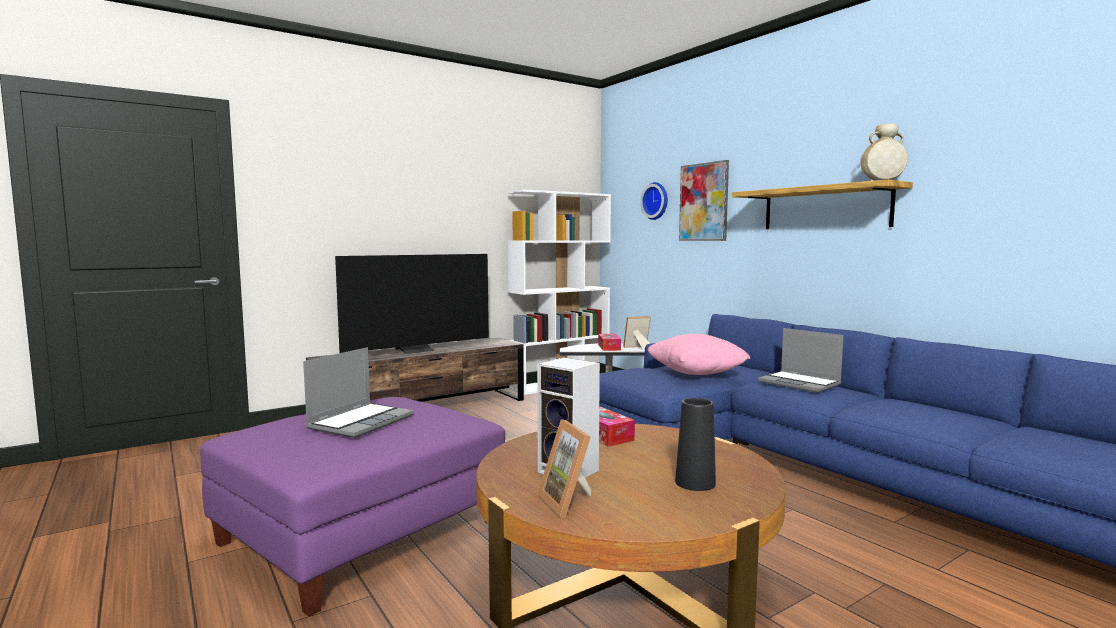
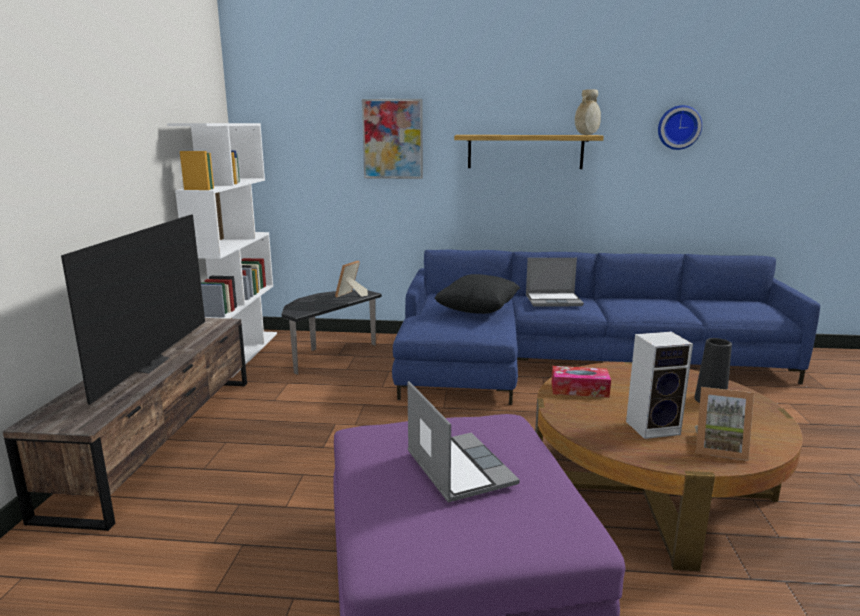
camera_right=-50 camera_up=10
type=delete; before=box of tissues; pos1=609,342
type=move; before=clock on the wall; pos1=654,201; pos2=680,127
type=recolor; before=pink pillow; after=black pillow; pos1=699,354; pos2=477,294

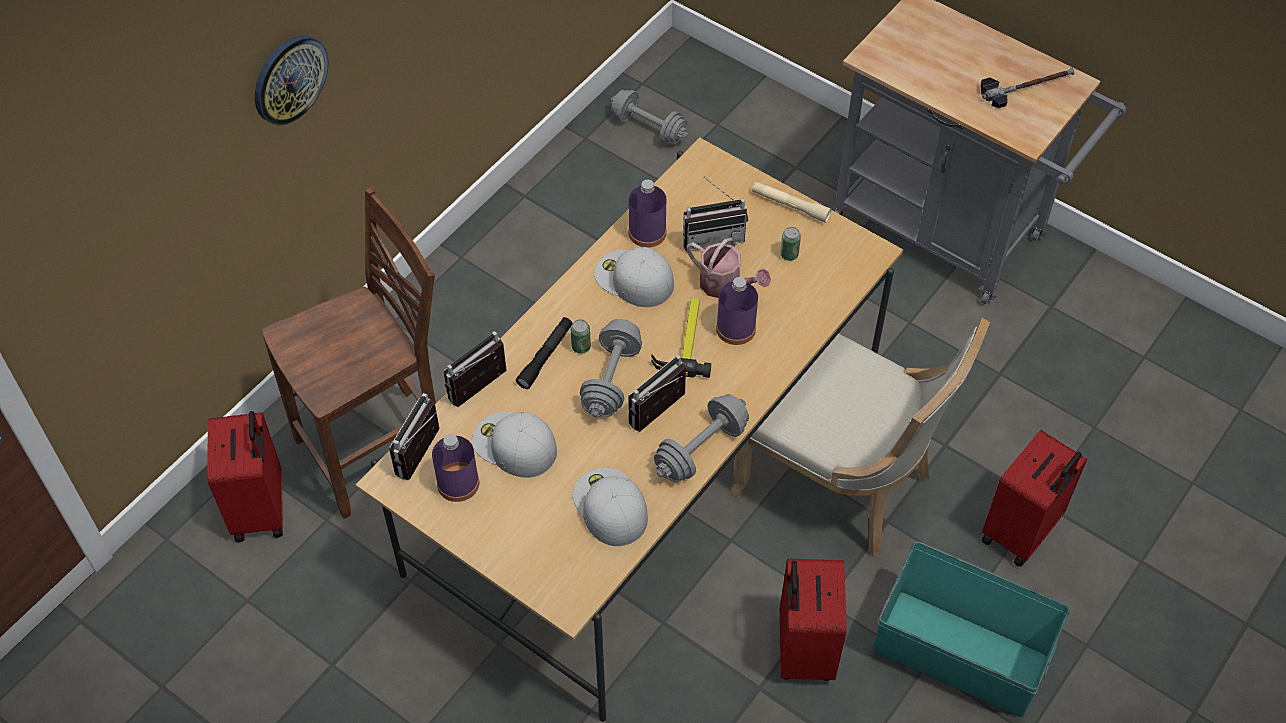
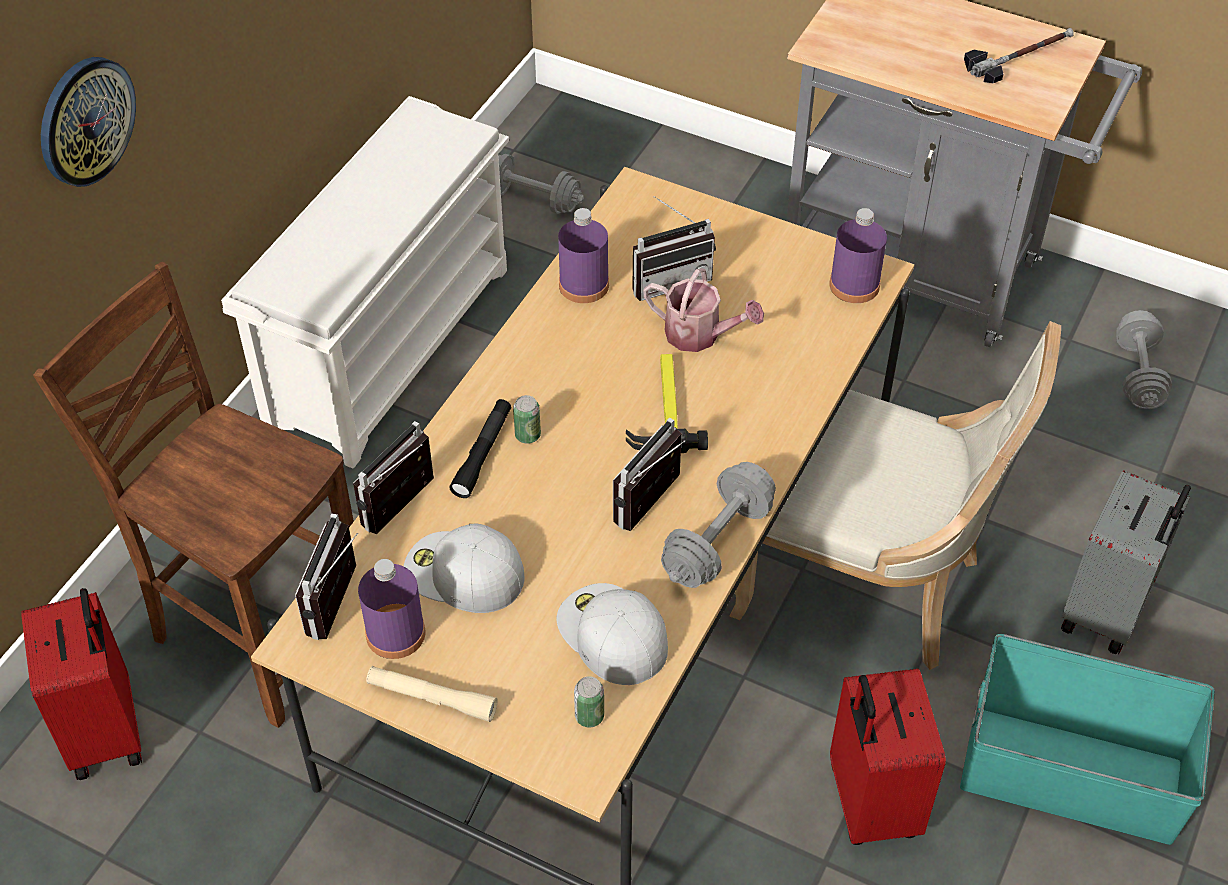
camera_right=-10 camera_up=-5
type=rotate; before=brown-coloured upright chair; pos1=349,353; pos2=193,495; turn=-105
type=move; before=greyish dumbbell; pos1=611,368; pos2=1144,359
type=delete; before=whitish baseball cap; pos1=634,277
type=move; before=purplish bottle; pos1=737,311; pos2=858,255
type=move; before=beige hand torch; pos1=792,202; pos2=432,694
type=move; before=can; pos1=790,244; pos2=589,701
type=recolor; before=reddish suitcase; after=greyish suitcase; pos1=1034,498; pos2=1126,562
type=insert; after=whitish shoe shelf; pos2=365,282

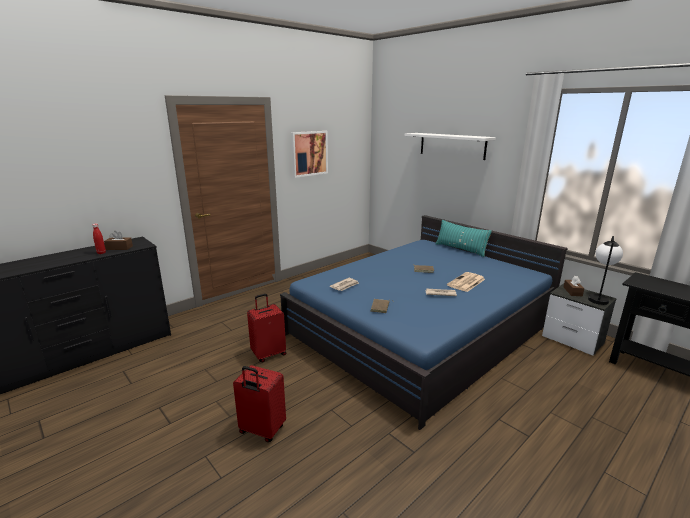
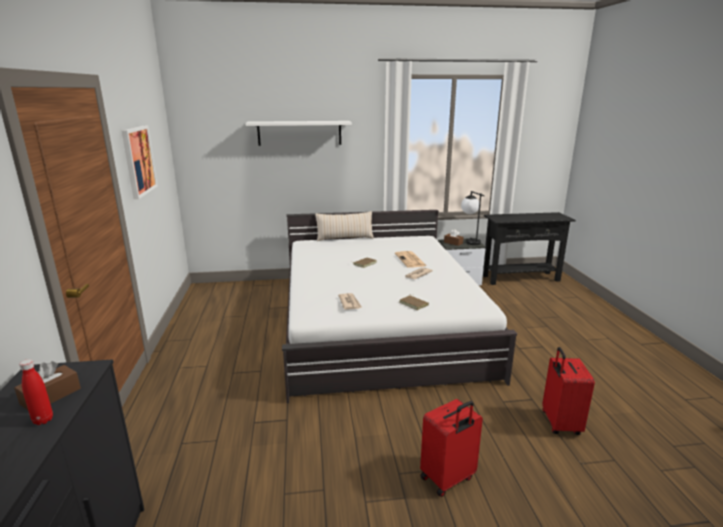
camera_right=-55 camera_up=0
type=move; before=reddish suitcase; pos1=266,328; pos2=568,391
type=recolor; before=blue-coloured bed; after=whitish bed; pos1=424,322; pos2=399,306
type=recolor; before=blue-green pillow; after=beige pillow; pos1=464,238; pos2=344,226

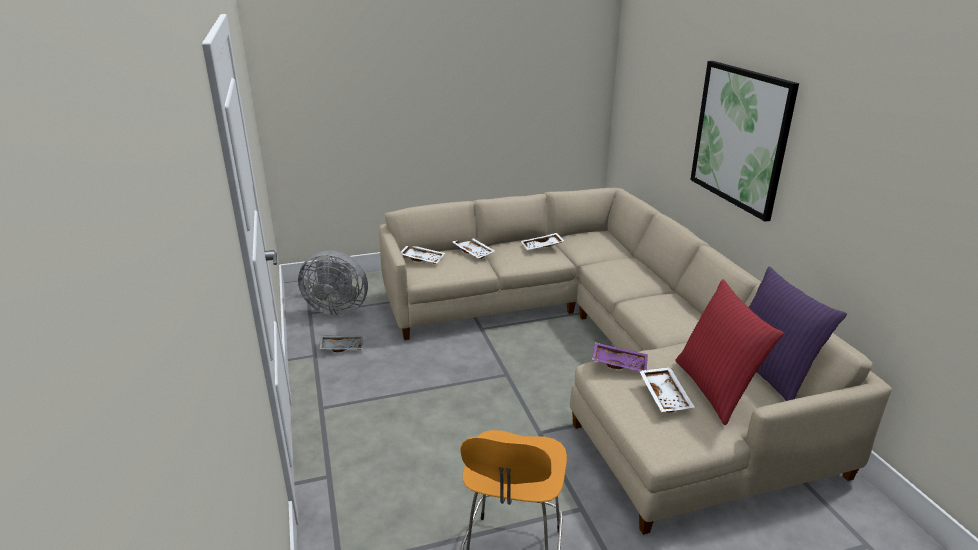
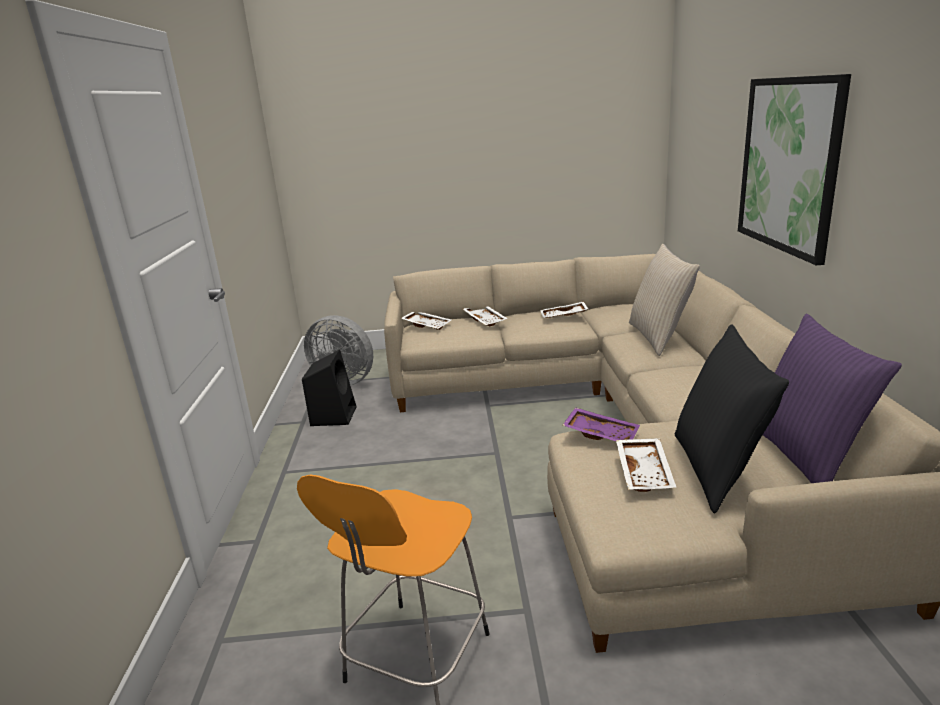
camera_right=15 camera_up=-5
type=replace; before=greyish serving tray; after=black loudspeaker; pos1=341,343; pos2=329,387
type=recolor; before=reddish pillow; after=black pillow; pos1=730,352; pos2=732,418
type=insert; after=beige pillow; pos2=664,300

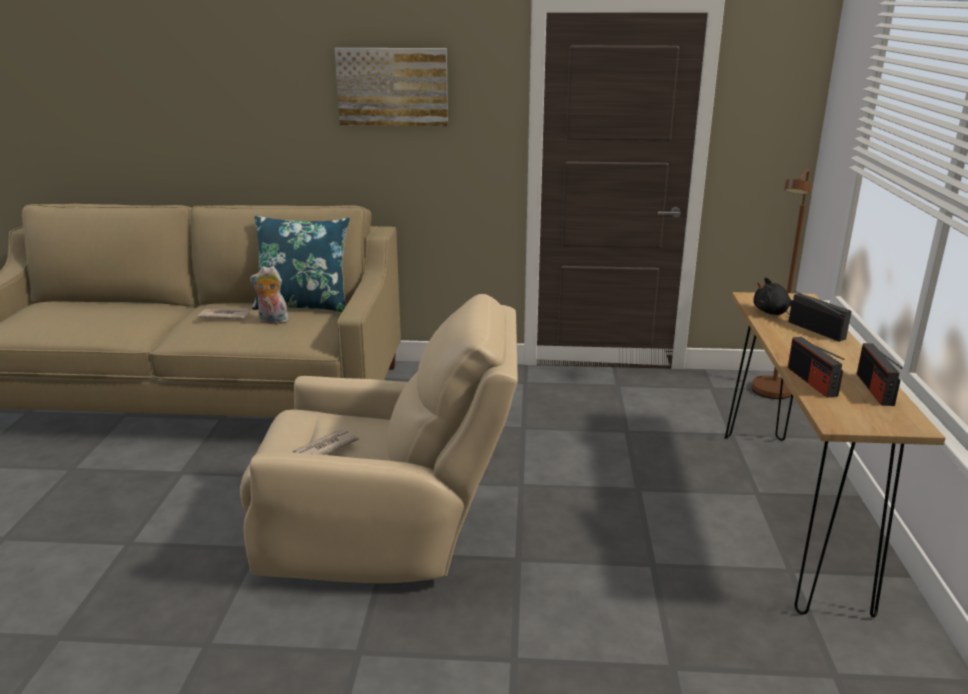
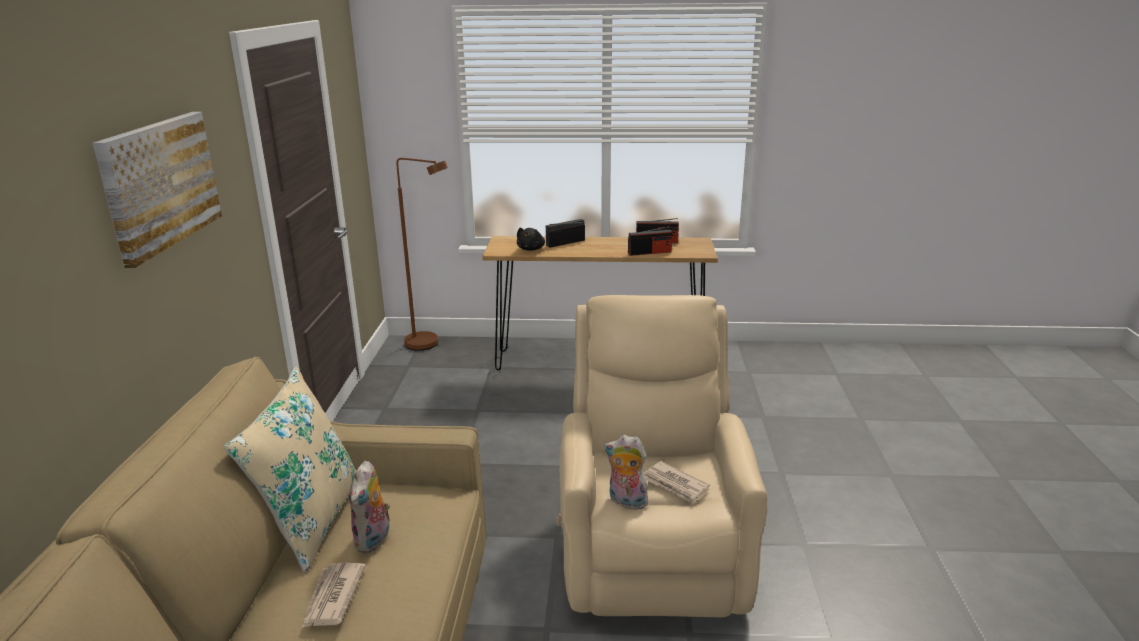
camera_right=-90 camera_up=0
type=recolor; before=blue-coloured pillow; after=beige pillow; pos1=301,264; pos2=290,470
type=insert; after=plush toy; pos2=626,472

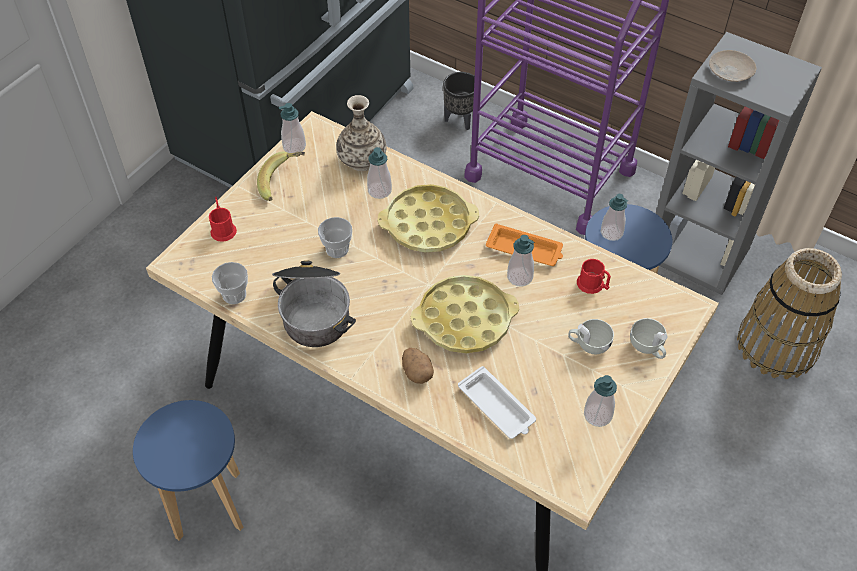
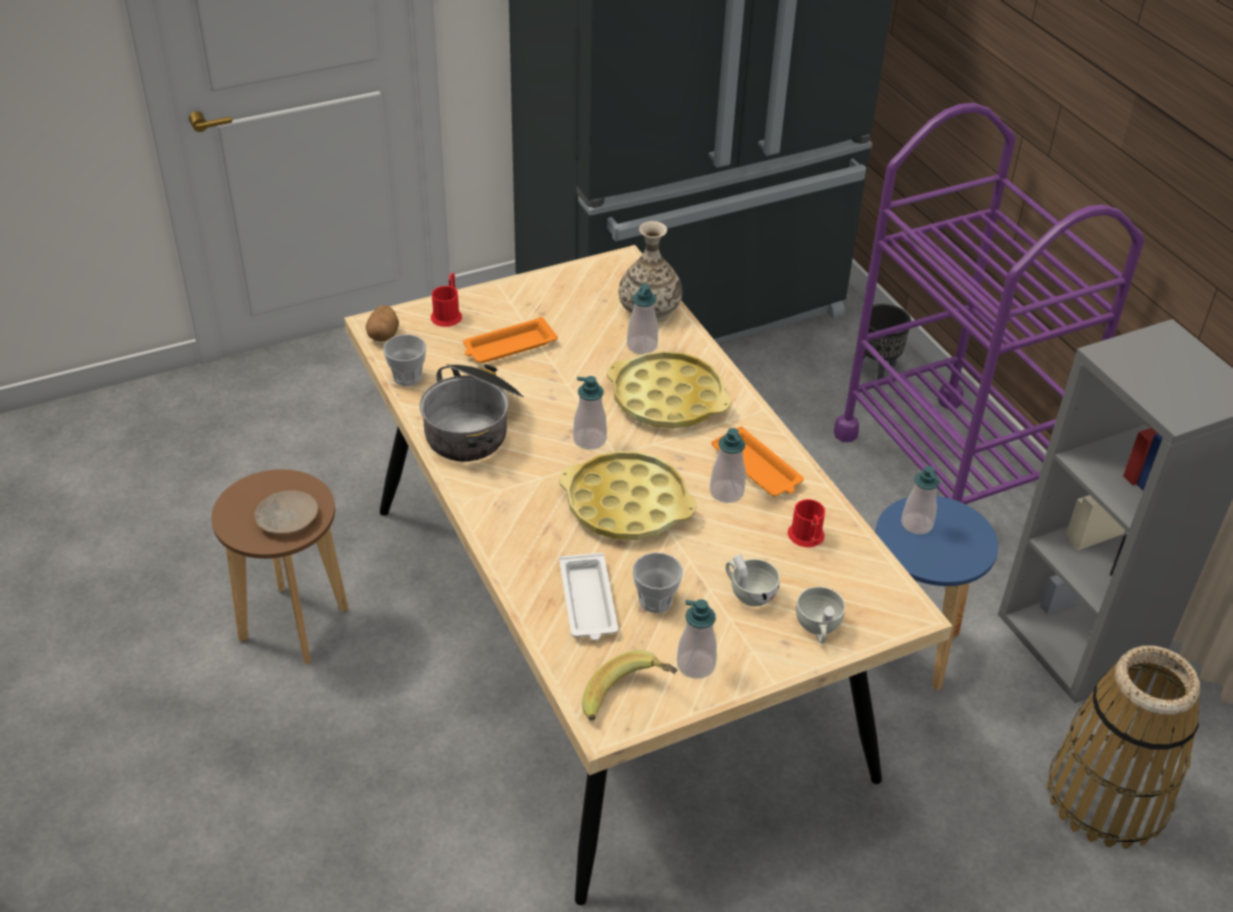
camera_right=30 camera_up=-10
type=recolor; before=blue-coloured sitting stool; after=brown-coloured sitting stool; pos1=188,470; pos2=280,566
type=move; before=whole banana; pos1=281,176; pos2=629,685
type=move; before=soap bottle; pos1=292,128; pos2=590,413
type=move; before=drinking cup; pos1=335,237; pos2=657,582
type=move; before=whole potato; pos1=418,366; pos2=382,323
type=move; before=beige plate; pos1=732,66; pos2=286,512
type=insert; after=orangey serving tray; pos2=510,340

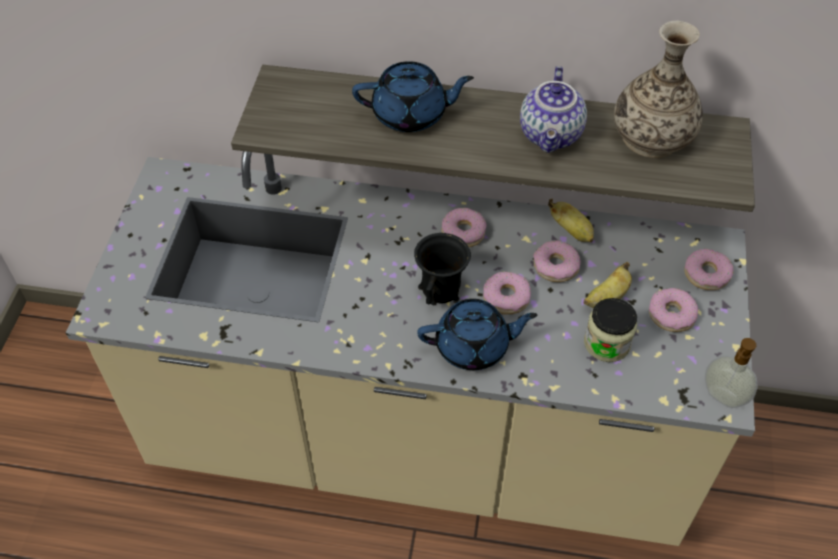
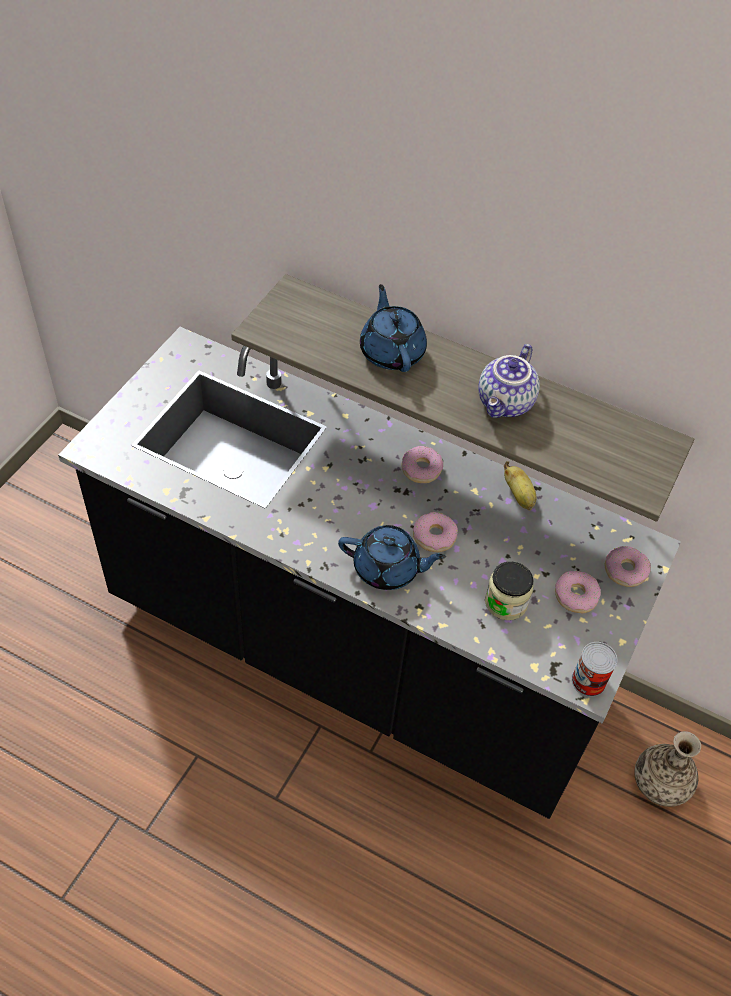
camera_right=15 camera_up=0
type=recolor; before=beige kitchen counter; after=black kitchen counter; pos1=410,348; pos2=369,573
type=rotate; before=blue-coloured pot for tea; pos1=413,96; pos2=393,328; turn=-120
type=delete; before=black tea mug; pos1=442,269
type=delete; before=doughnut; pos1=557,261
type=delete; before=whole banana; pos1=608,285
type=move; before=flower vase; pos1=658,89; pos2=667,769
type=replace; before=soap bottle; after=can; pos1=731,373; pos2=594,669

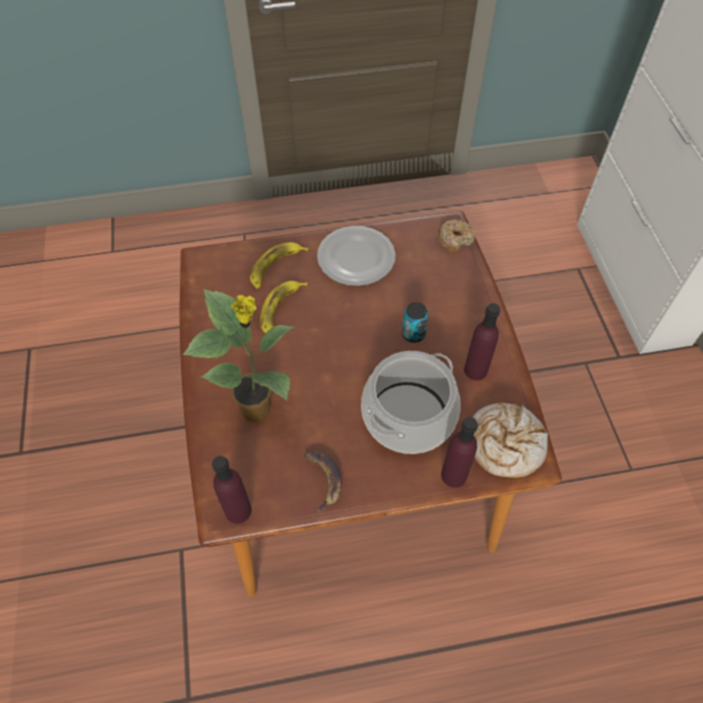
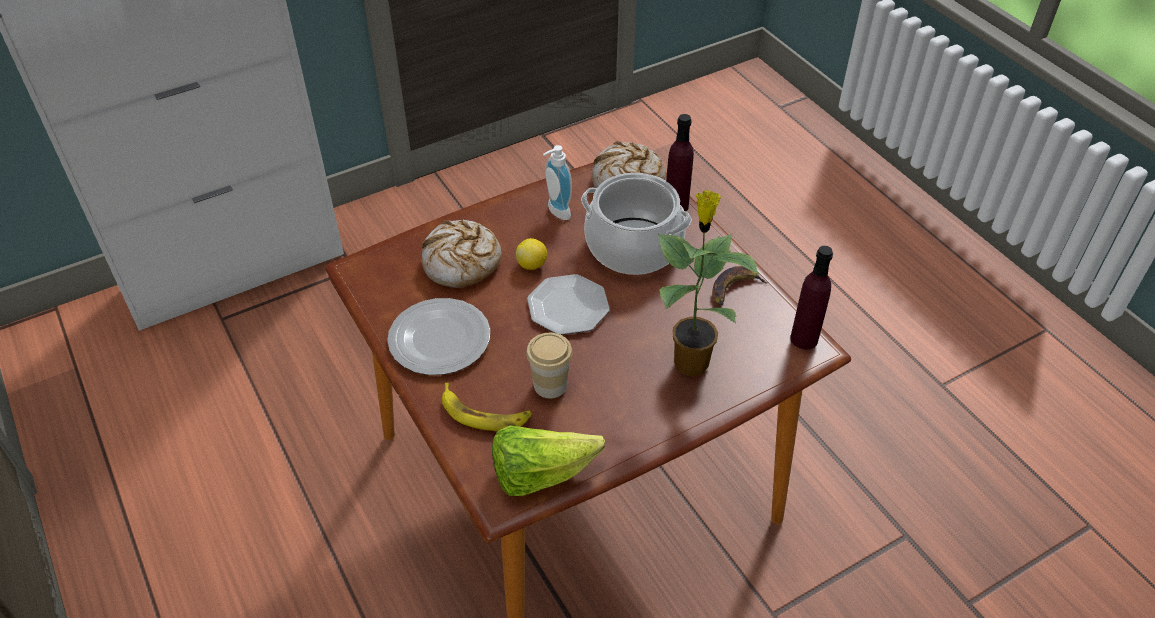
camera_right=-110 camera_up=-10
type=replace; before=whole banana; after=drinking cup; pos1=284,307; pos2=549,365
type=replace; before=can; after=whole lemon; pos1=415,322; pos2=531,254
type=delete; before=doughnut; pos1=456,235
type=replace; before=purplish bottle; after=soap bottle; pos1=482,341; pos2=557,182
type=insert; after=baked bread; pos2=462,254
type=insert; after=lettuce; pos2=548,460
type=insert; after=plate; pos2=568,304

